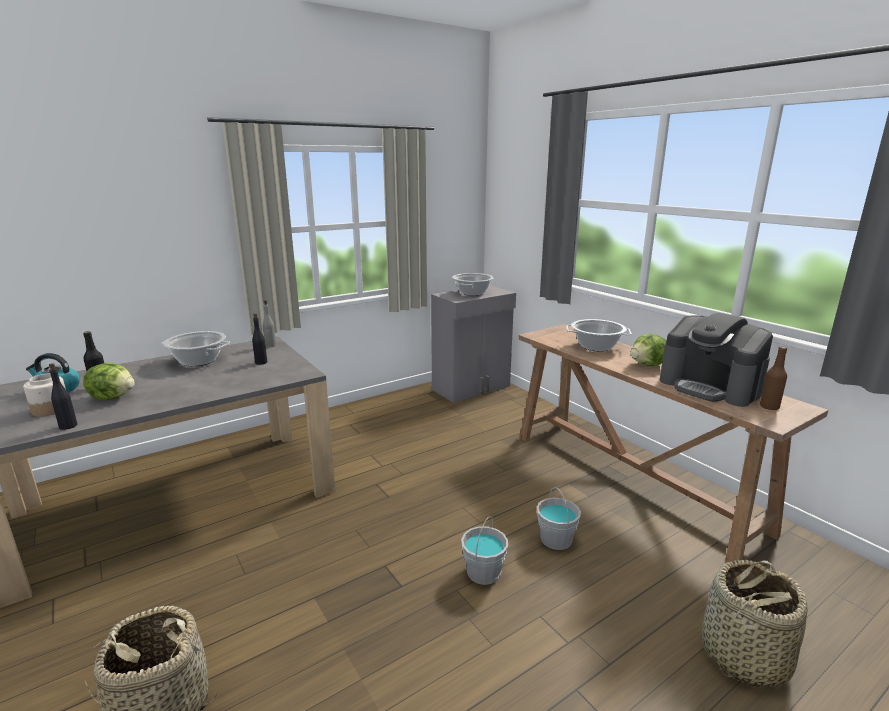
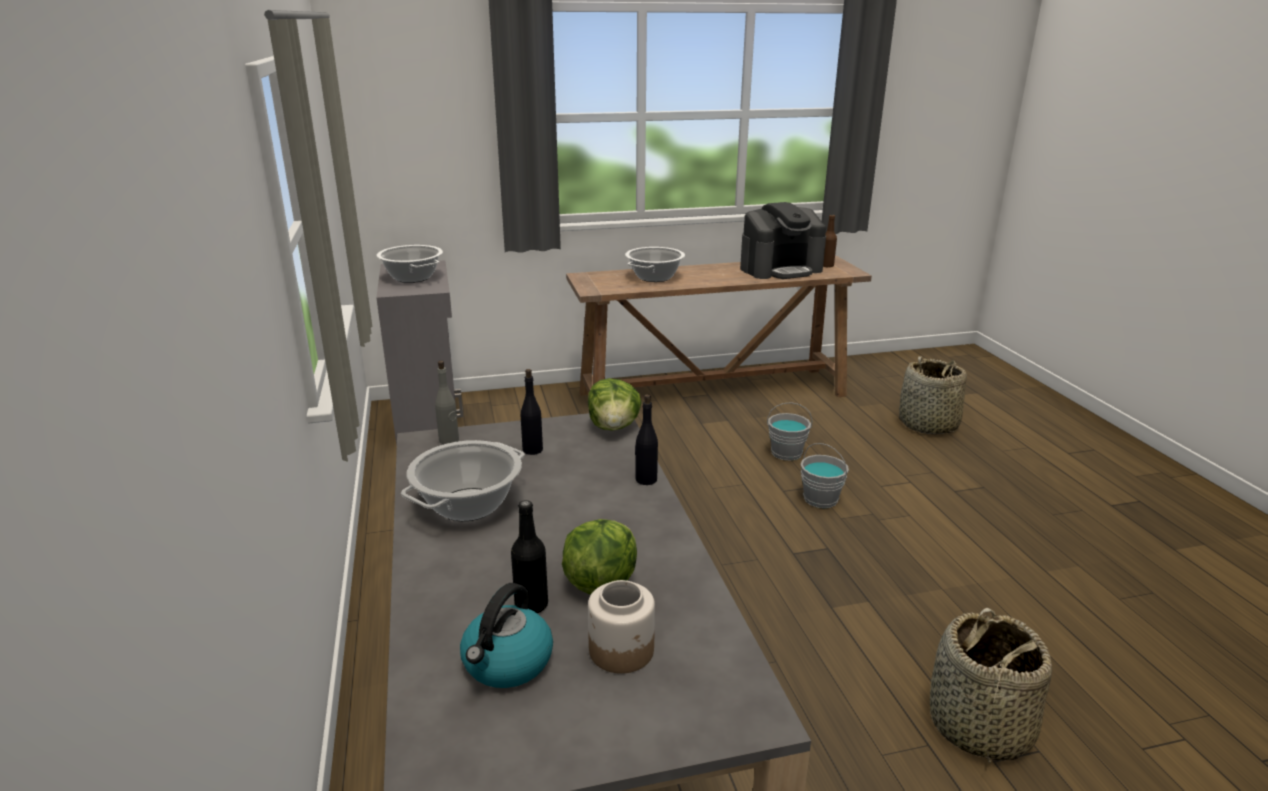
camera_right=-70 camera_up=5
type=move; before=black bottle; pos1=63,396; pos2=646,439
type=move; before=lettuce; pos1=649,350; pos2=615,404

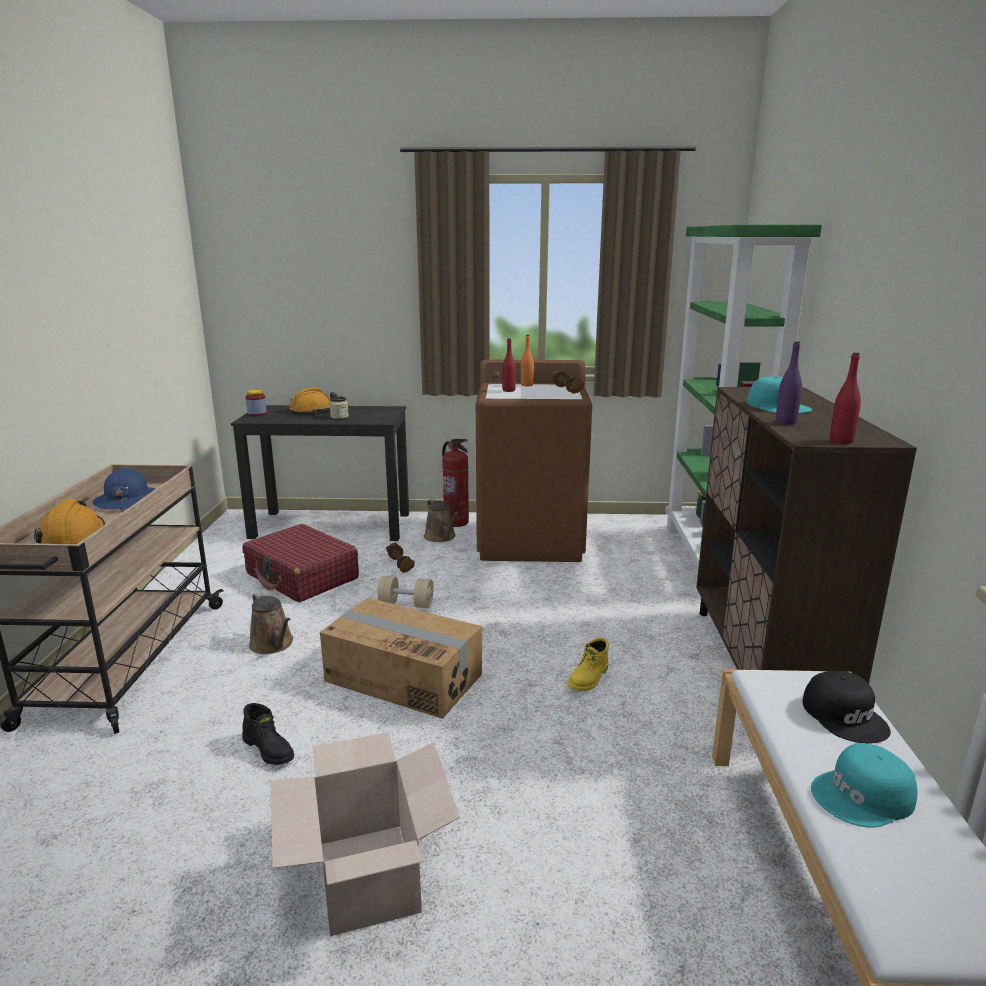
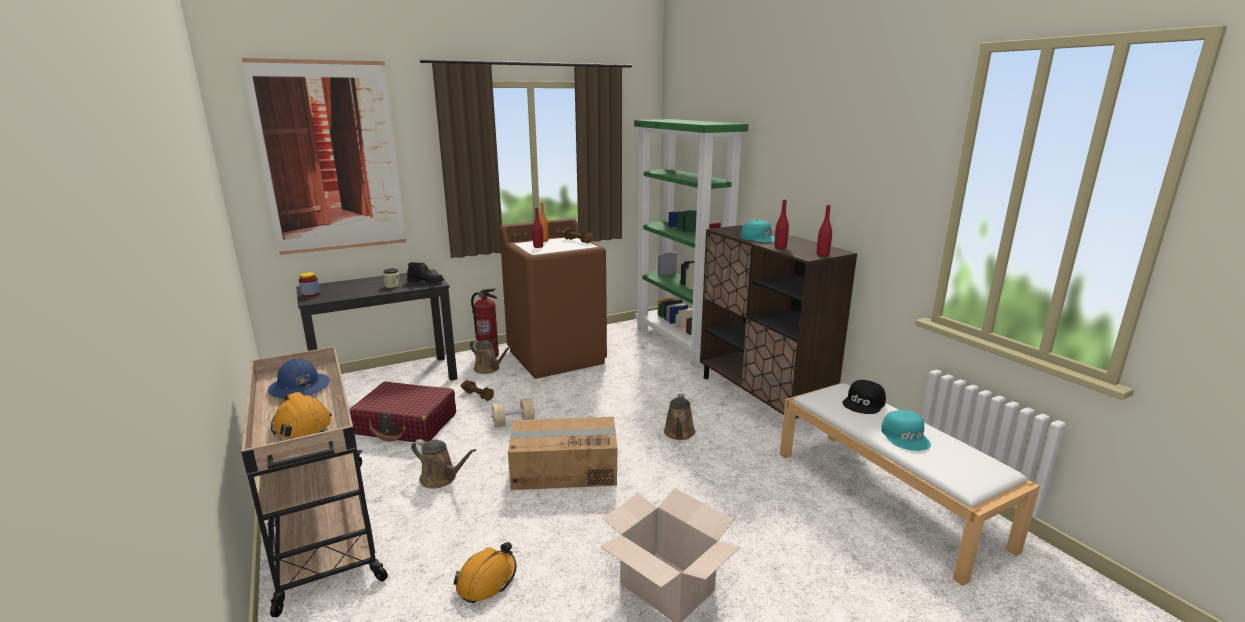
camera_right=-30 camera_up=0
type=move; before=black high-top boot; pos1=268,734; pos2=425,272
type=move; before=orangey hard hat; pos1=313,400; pos2=485,572
type=replace; before=yellow high-top boot; after=brown-coloured sprinkling can; pos1=588,664; pos2=679,417
type=recolor; before=purplish bottle; after=reddish bottle; pos1=789,383; pos2=782,224
type=rotate; before=black baseball cap; pos1=847,707; pos2=864,397; turn=90
type=rotate; before=blue-green baseball cap; pos1=864,785; pos2=906,430; turn=-45
type=insert; after=picture; pos2=324,156

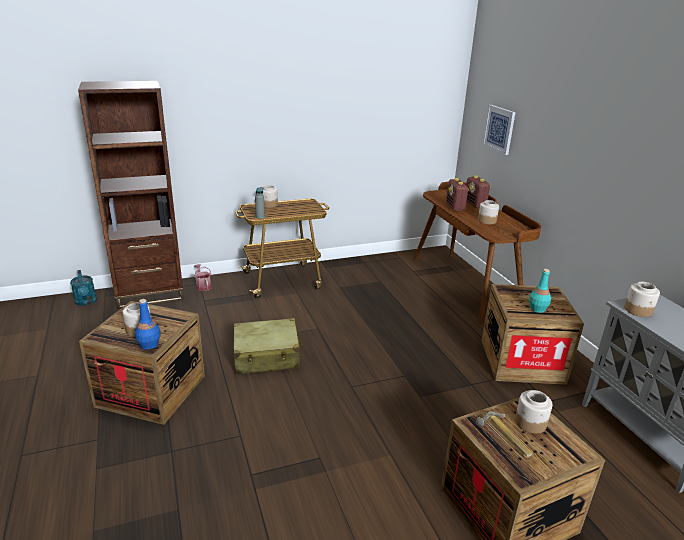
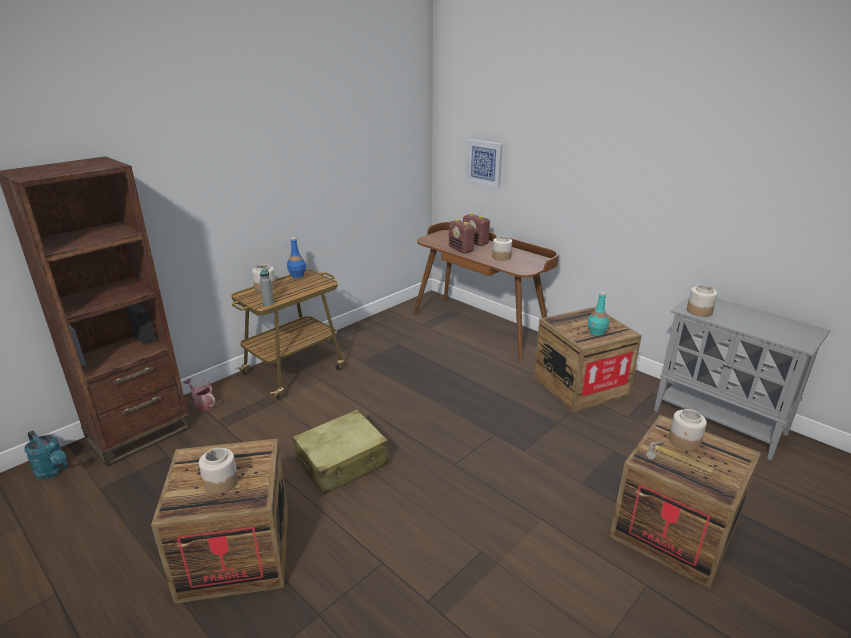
camera_right=-25 camera_up=0
type=move; before=blue-coloured bottle; pos1=148,324; pos2=296,257

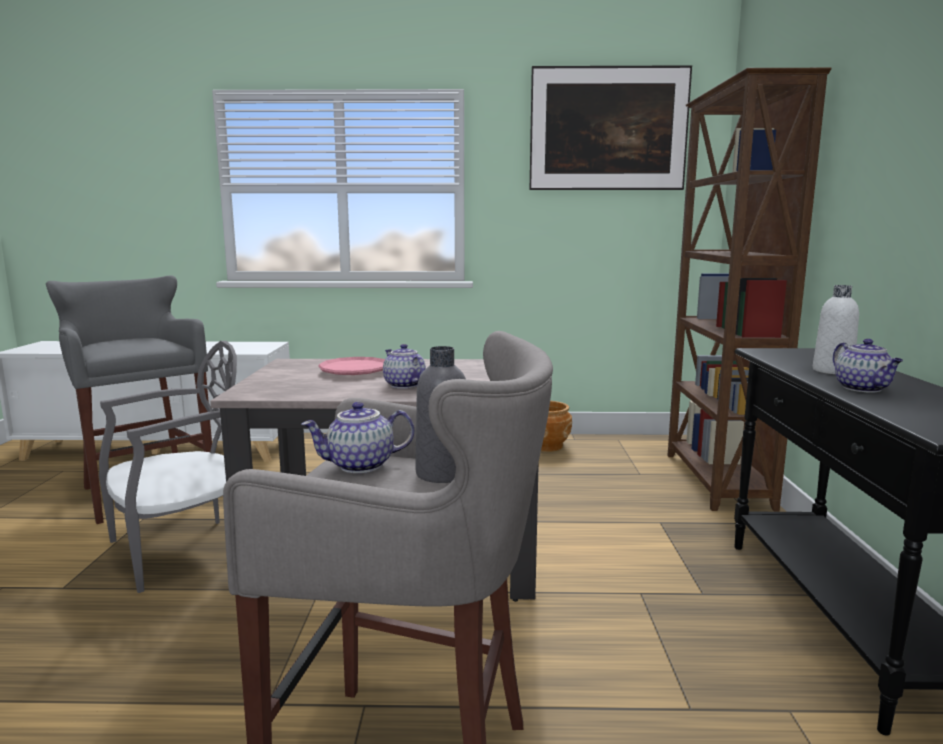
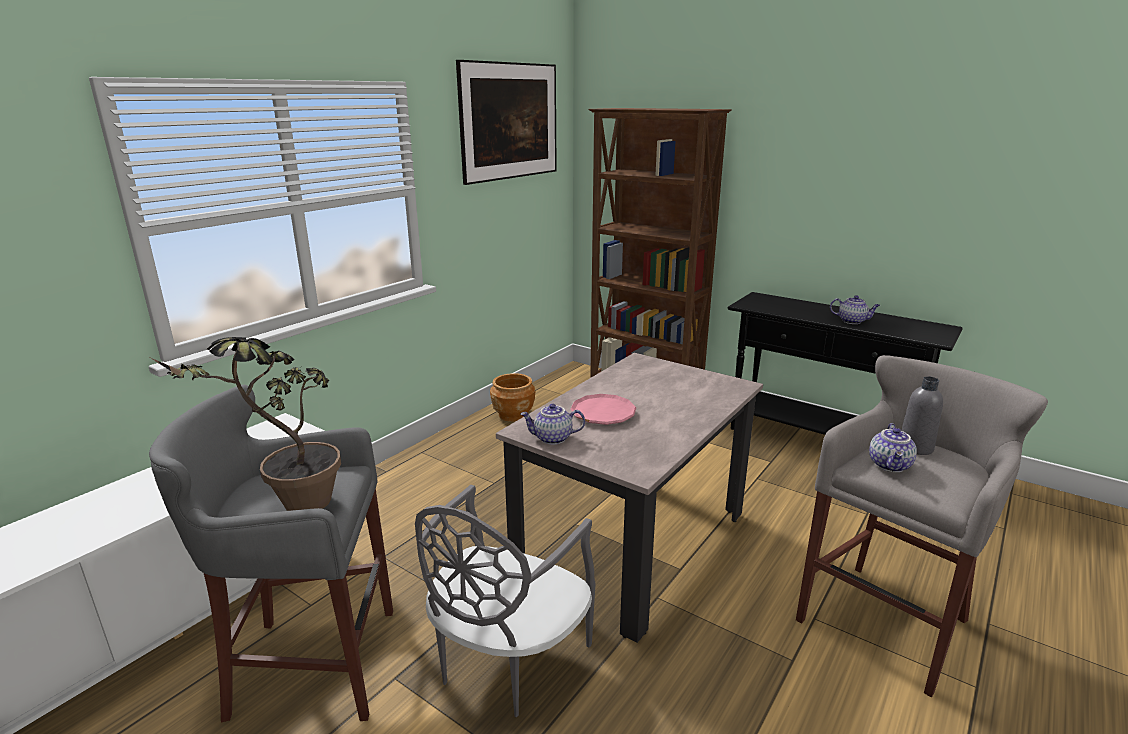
camera_right=-55 camera_up=10
type=rotate; before=greyish upright chair; pos1=168,467; pos2=505,600; turn=-150
type=move; before=pot for tea; pos1=404,366; pos2=552,424
type=delete; before=whitish bottle; pos1=836,329
type=insert; after=houseplant; pos2=246,424

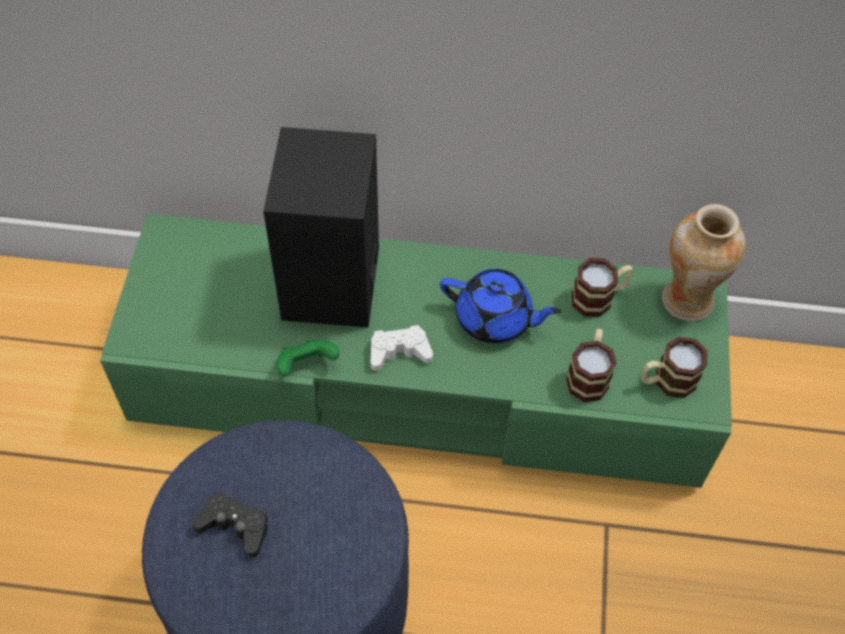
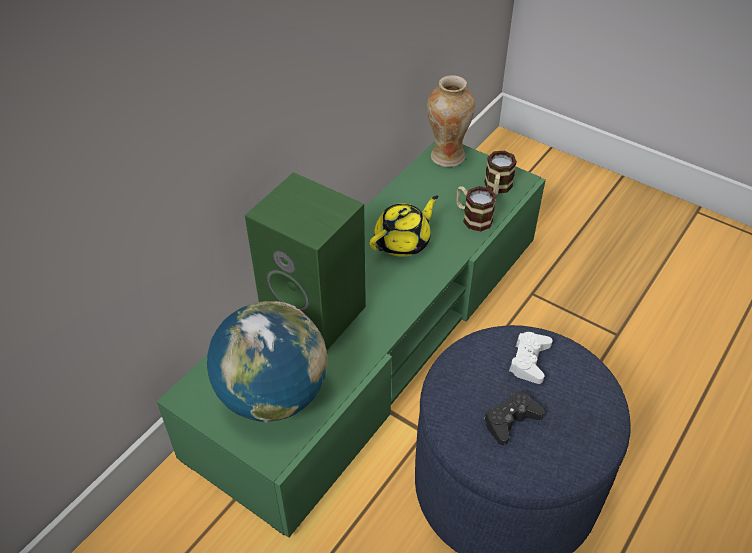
camera_right=-60 camera_up=-10
type=recolor; before=black loudspeaker; after=green loudspeaker; pos1=321,227; pos2=305,261
type=delete; before=green gamepad; pos1=308,357
type=move; before=whitish gamepad; pos1=402,348; pos2=531,358
type=recolor; before=blue-coloured pot for tea; after=yellow pot for tea; pos1=500,306; pos2=403,226
type=delete; before=tea mug; pos1=602,287
type=insert; after=desk globe; pos2=267,362

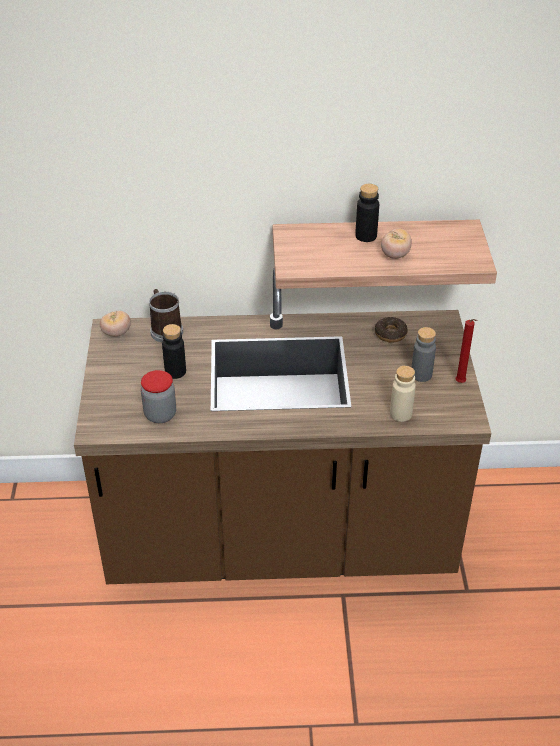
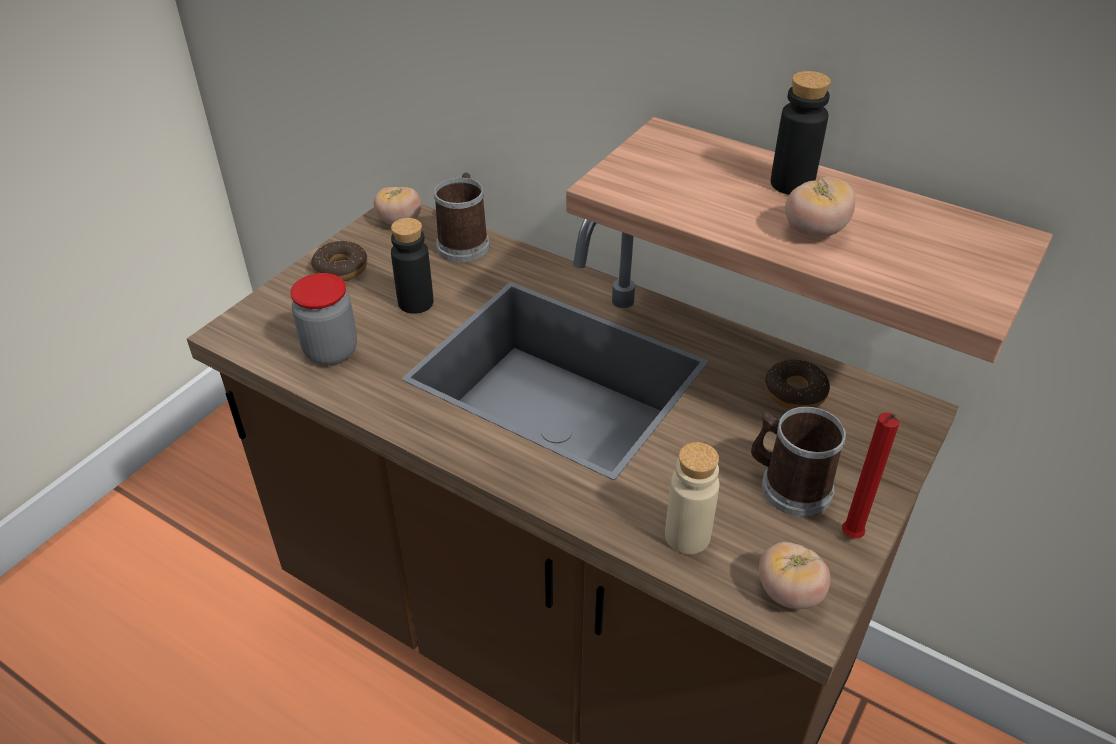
camera_right=35 camera_up=0
type=replace; before=greyish bottle; after=tea mug; pos1=424,354; pos2=798,462
type=insert; after=doughnut; pos2=339,261
type=insert; after=tomato; pos2=794,575

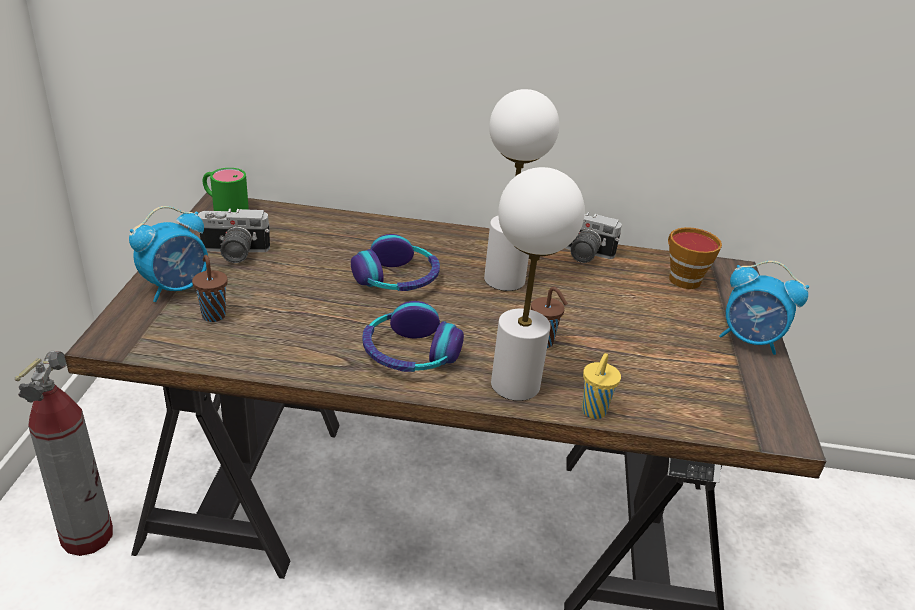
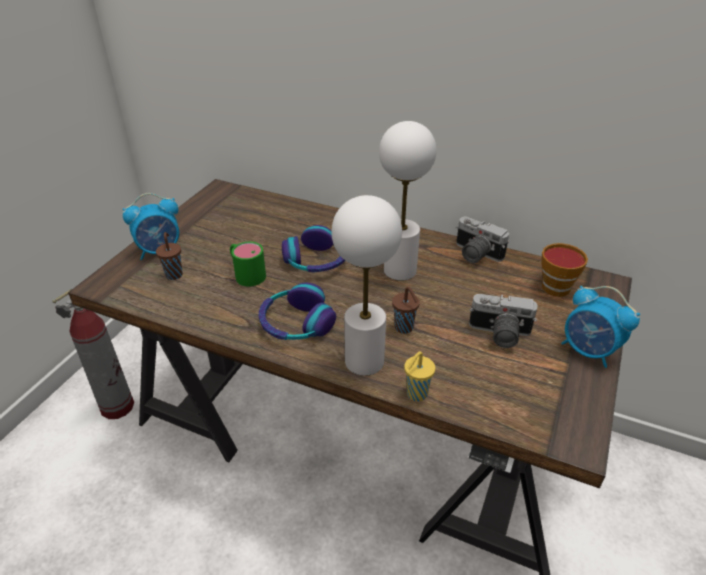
camera_right=20 camera_up=5
type=move; before=photo camera; pos1=234,236; pos2=503,321
type=move; before=green tea mug; pos1=226,190; pos2=248,264

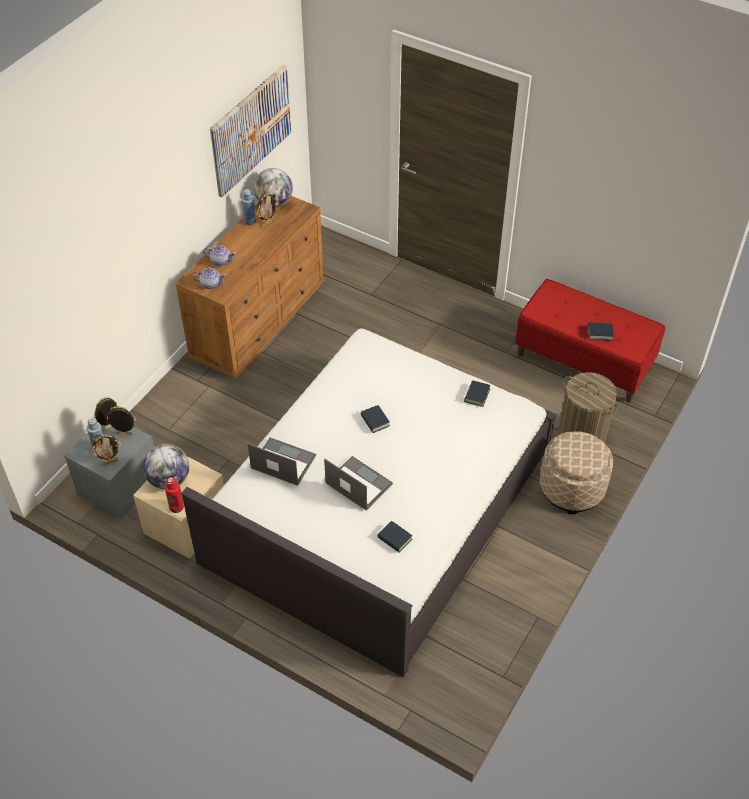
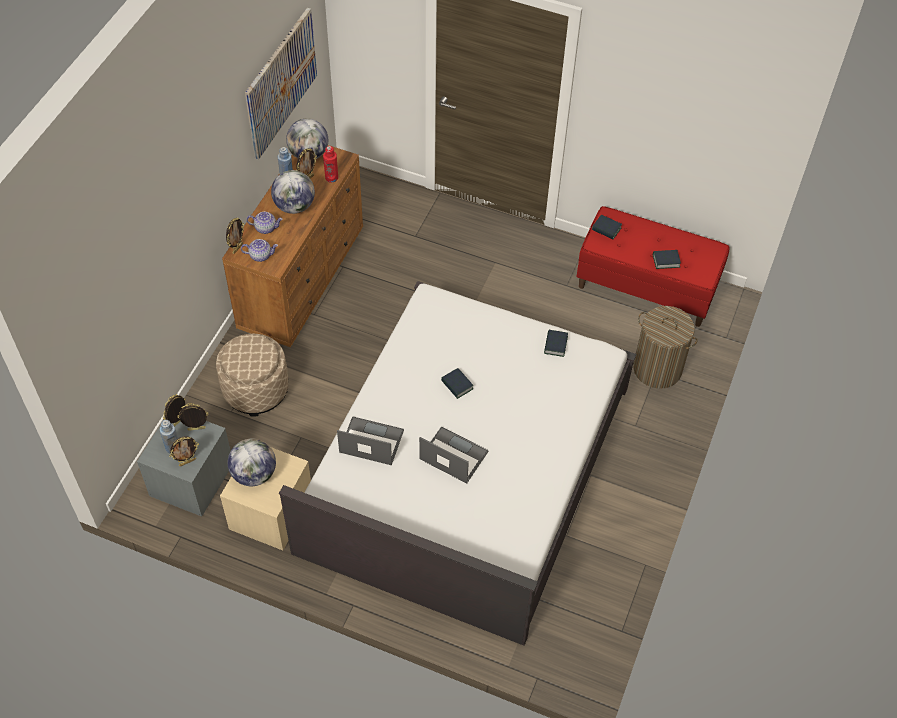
camera_right=-10 camera_up=5
type=move; before=reddish bottle; pos1=174,495; pos2=330,164
type=move; before=bound book; pos1=394,537; pos2=607,227
type=move; before=beige ottoman; pos1=576,472; pos2=252,375
type=insert; after=picture frame; pos2=235,235
type=insert; after=desk globe; pos2=293,192

